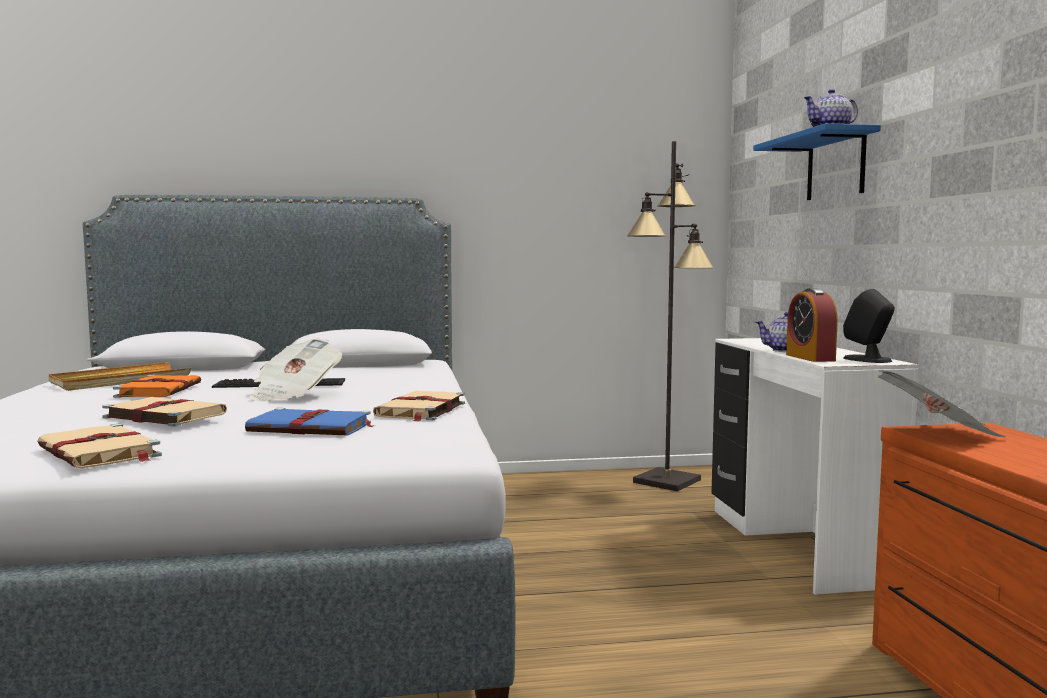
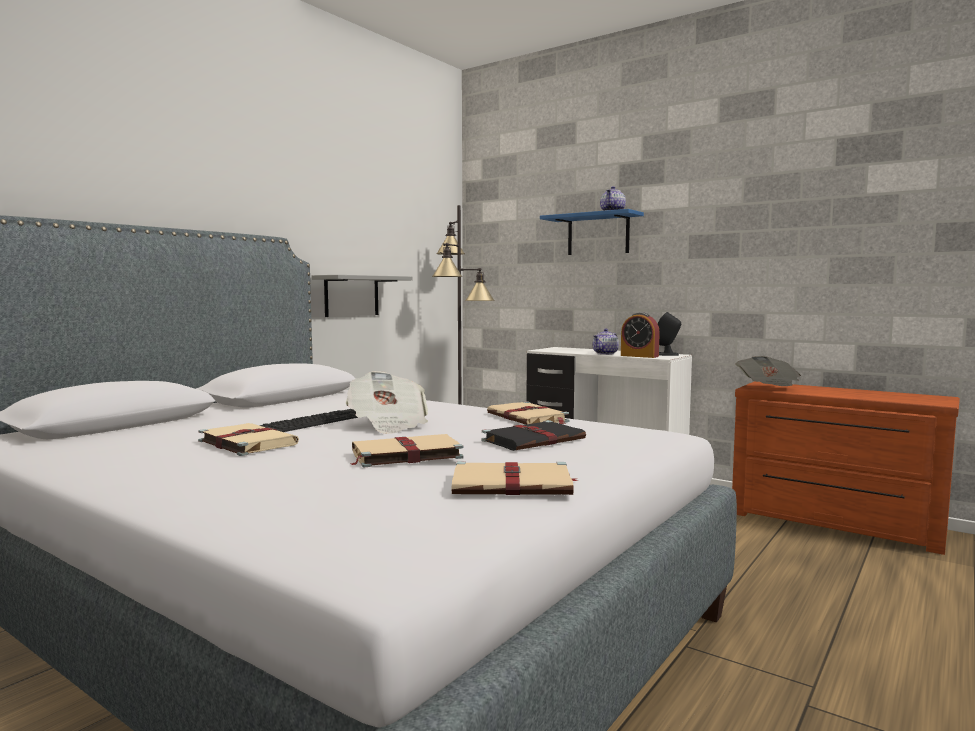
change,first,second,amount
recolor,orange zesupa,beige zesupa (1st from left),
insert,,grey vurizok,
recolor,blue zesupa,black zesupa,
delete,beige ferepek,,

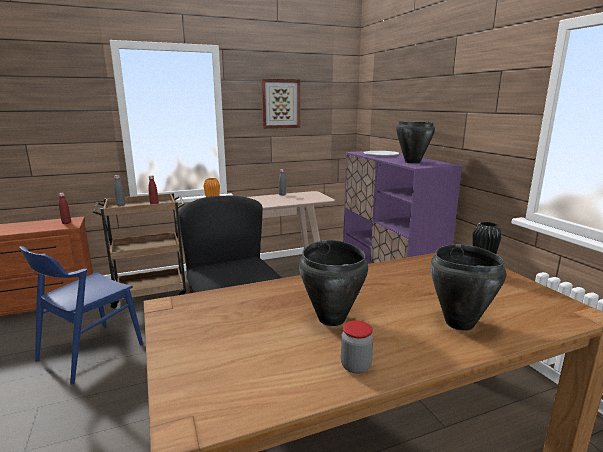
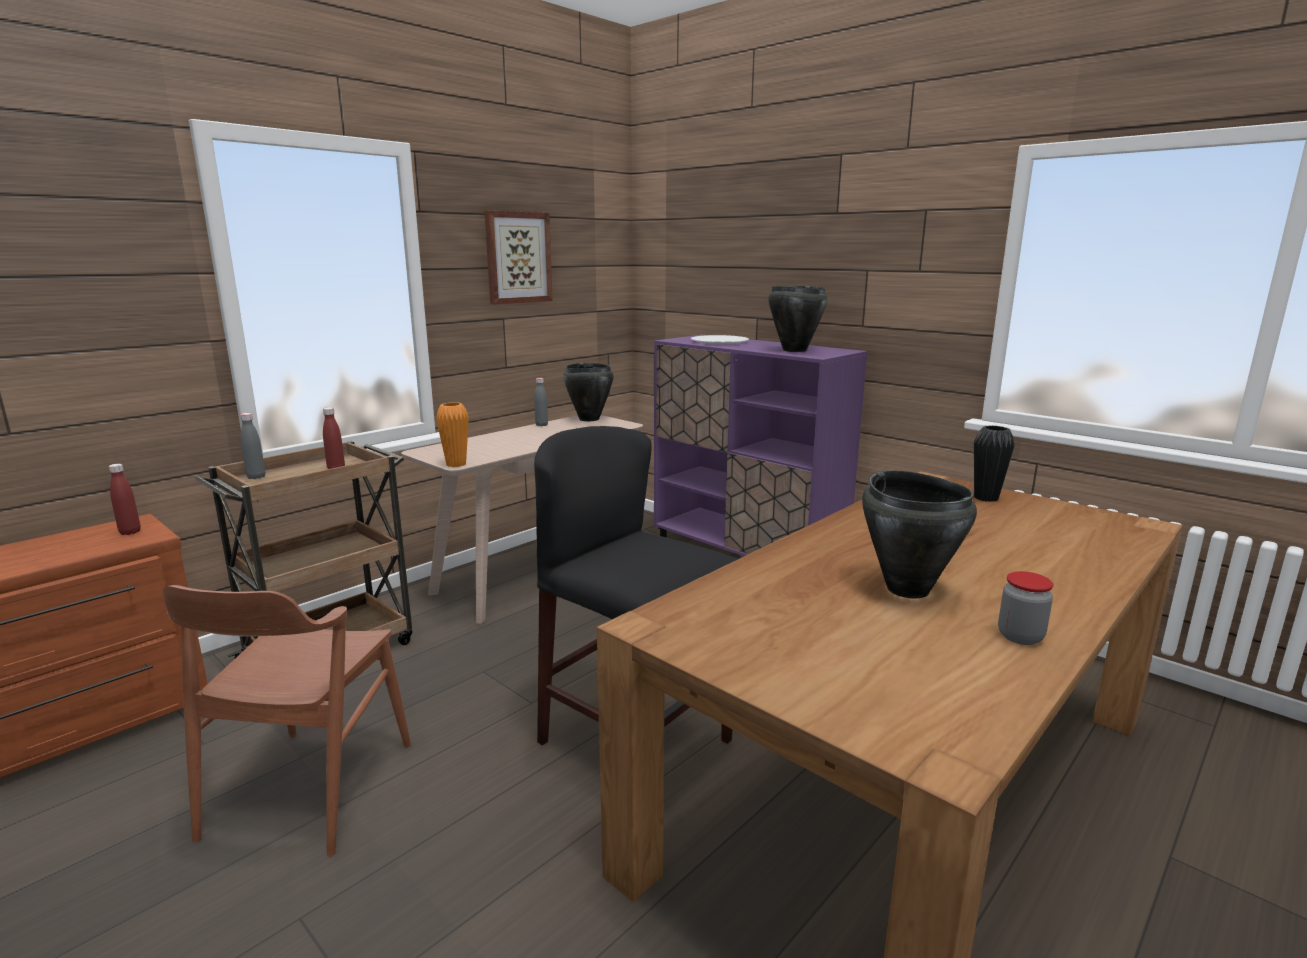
change,first,second,amount
recolor,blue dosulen,brown dosulen,
move,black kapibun (3rd from left in the first image),black kapibun (1st from left),

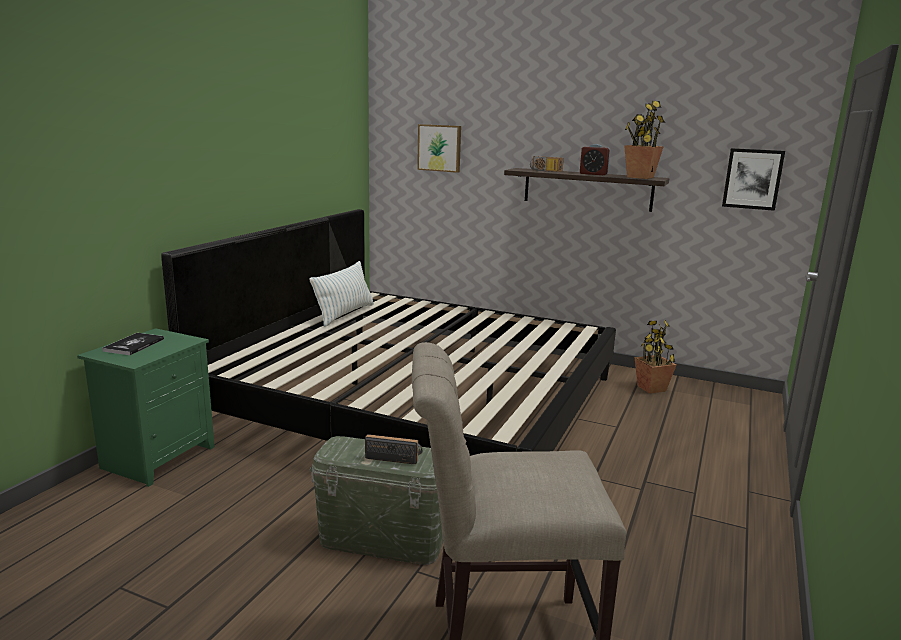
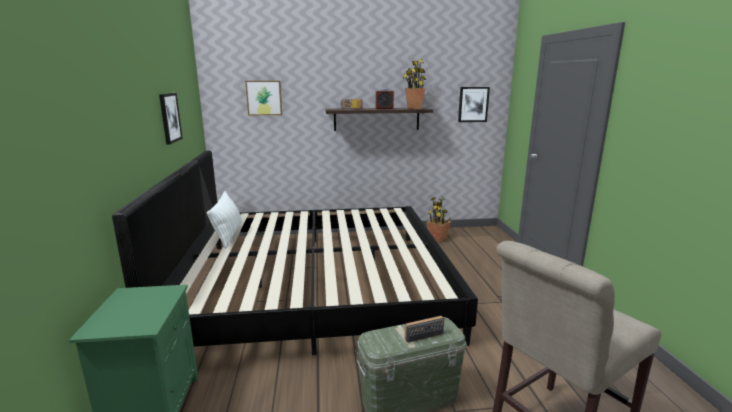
change,first,second,amount
insert,,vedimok (1st from left),
delete,zesupa,,

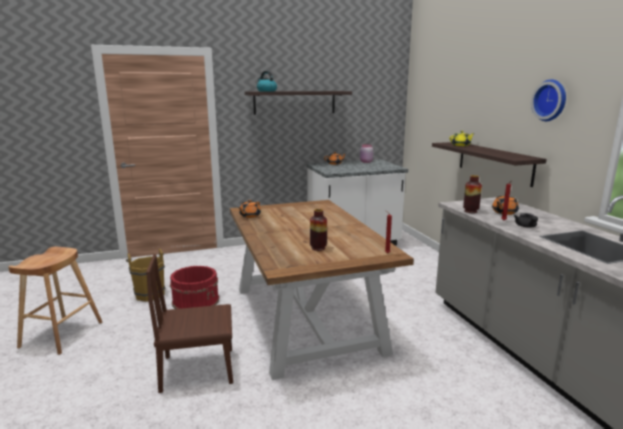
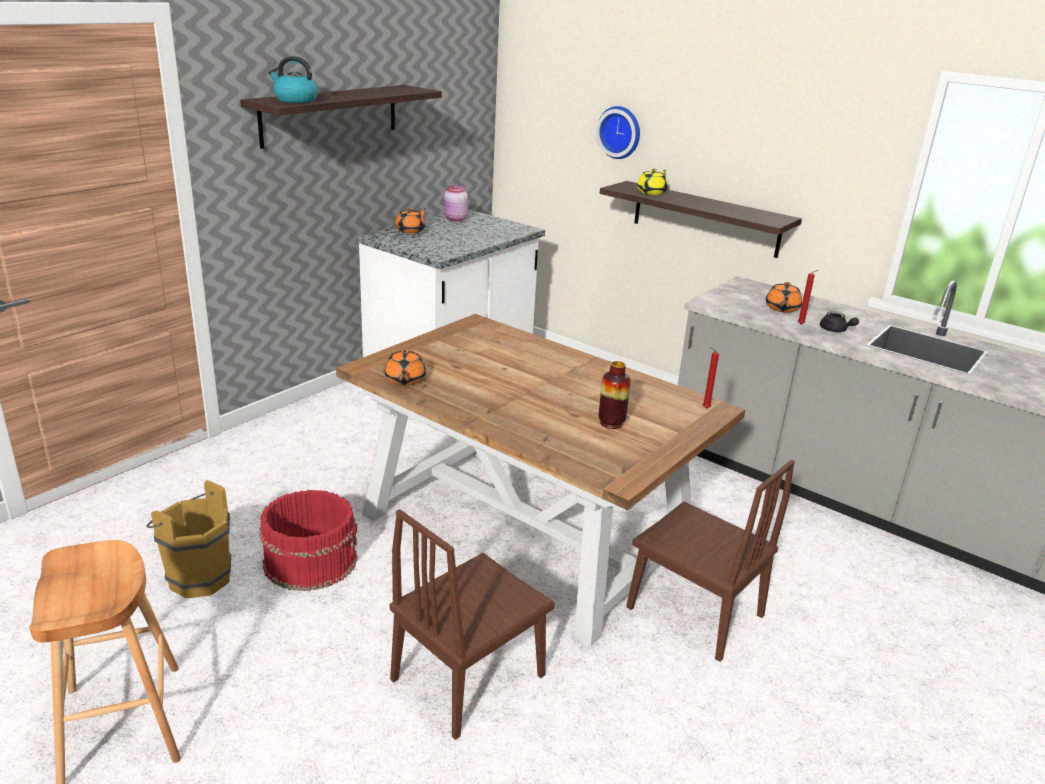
change,first,second,amount
move,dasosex,,
insert,,brown dosulen (2nd from left),
delete,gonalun (2nd from left),,

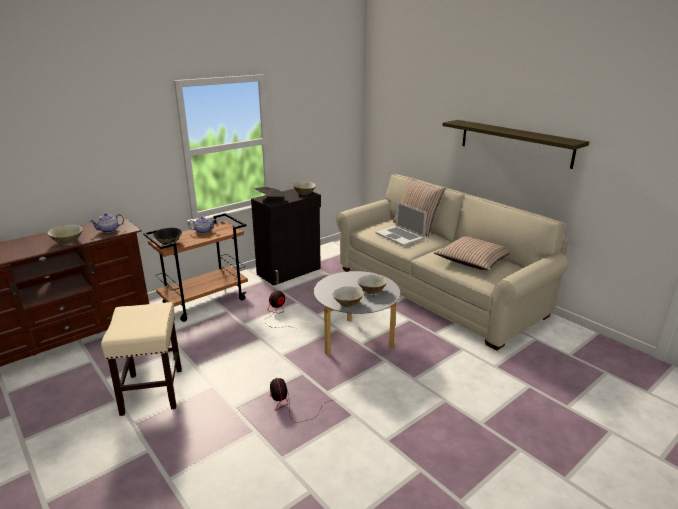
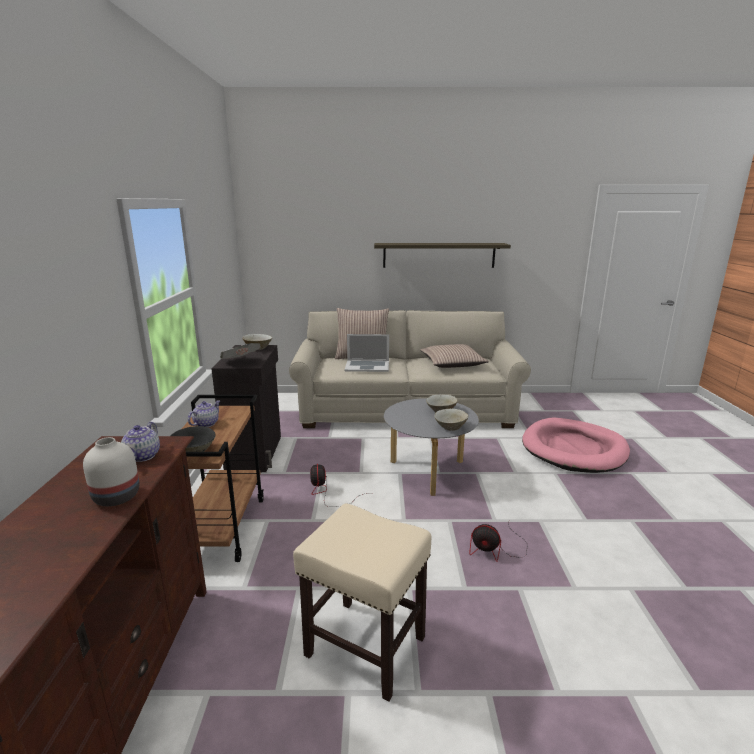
change,first,second,amount
replace,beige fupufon (1st from left),white gonalun,
insert,,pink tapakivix,

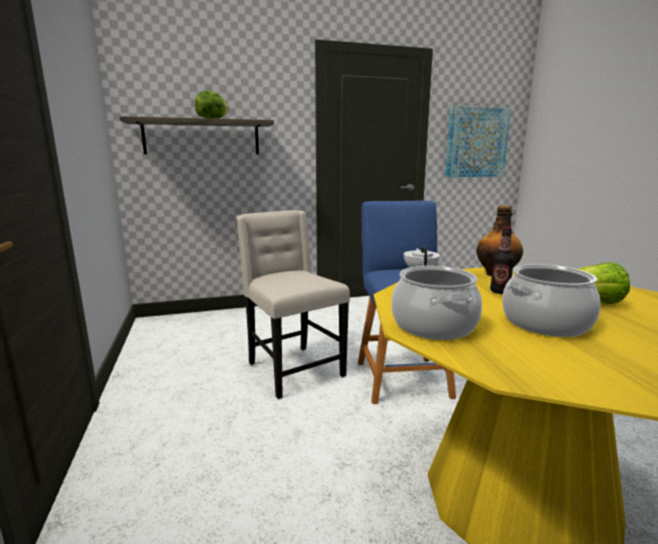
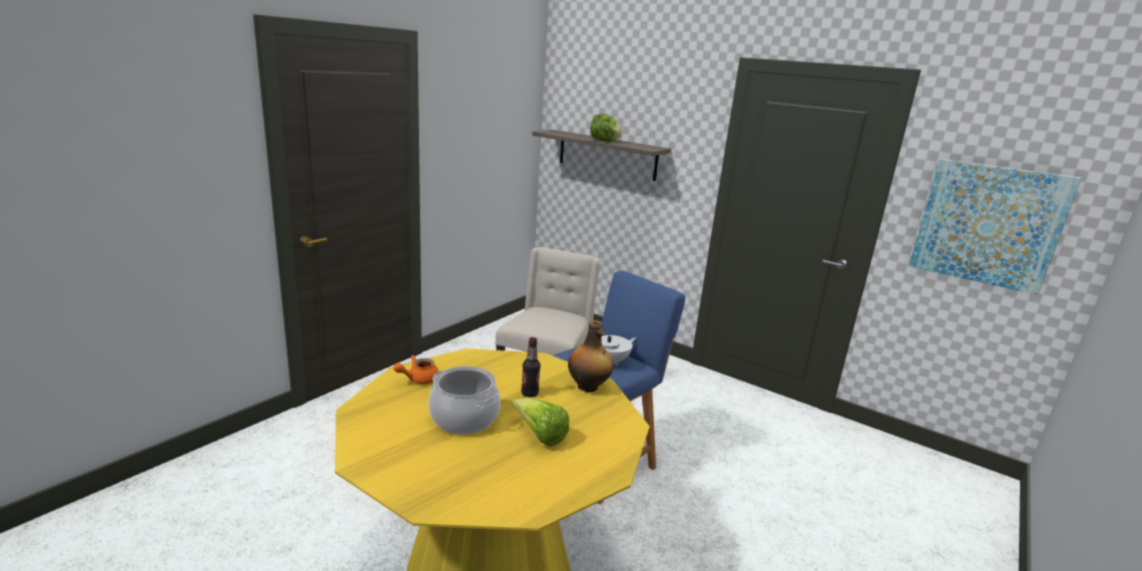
change,first,second,amount
replace,kapibun (1st from left),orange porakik,

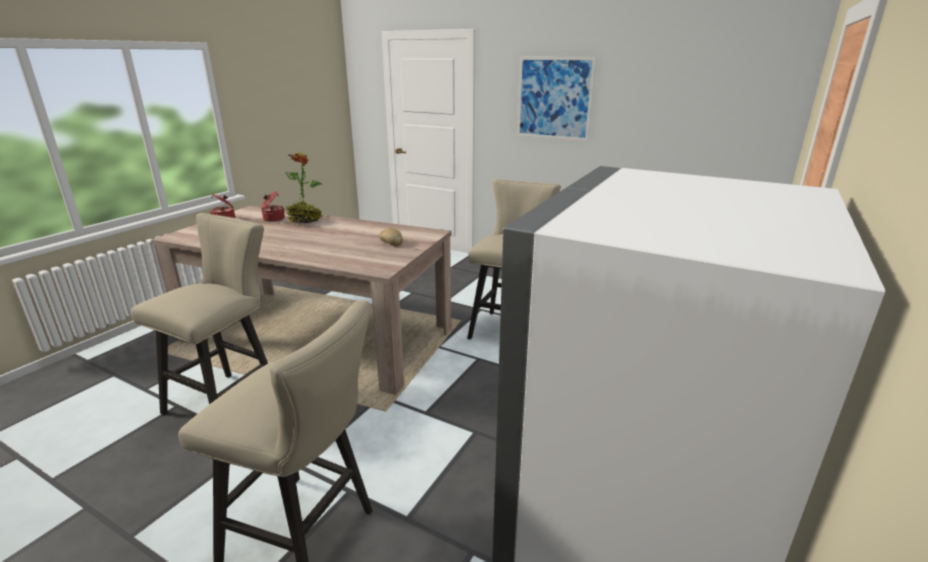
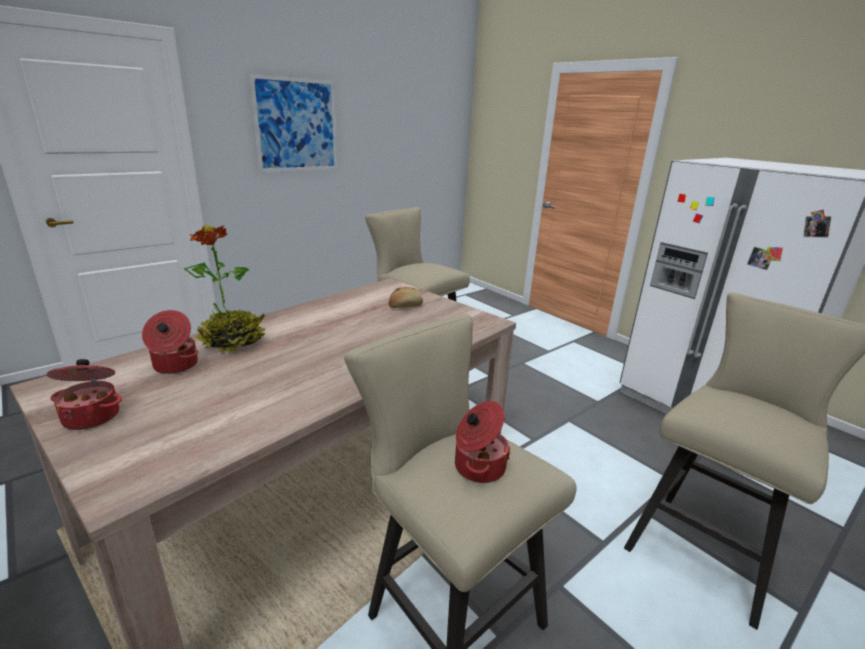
change,first,second,amount
insert,,kapibun (3rd from left),

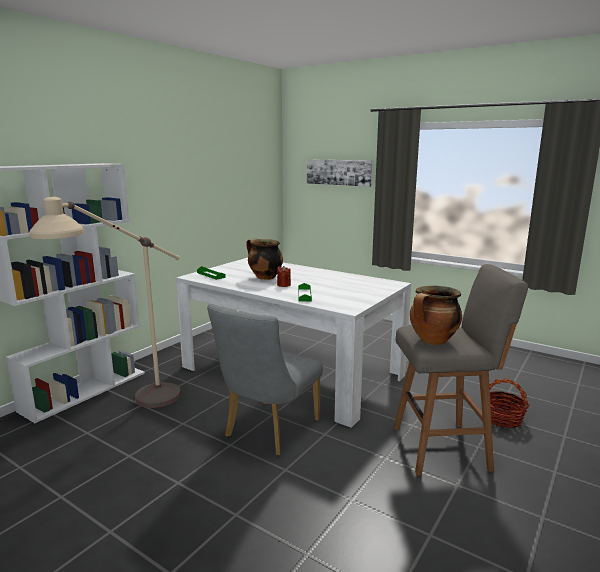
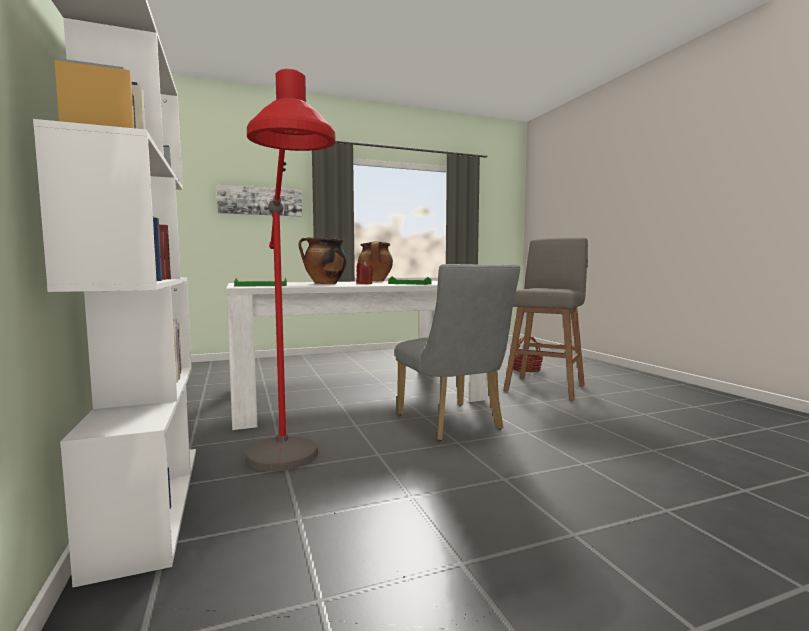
change,first,second,amount
recolor,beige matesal,red matesal,
move,kapibun (2nd from left),,

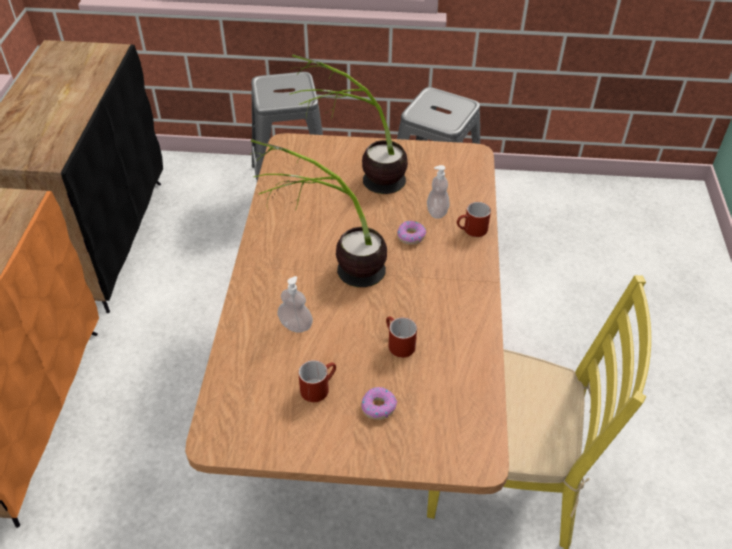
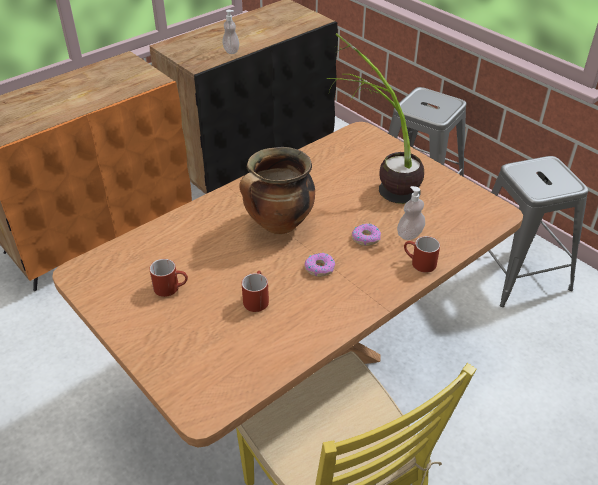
change,first,second,amount
move,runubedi (1st from left),,
replace,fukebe (1st from left),kapibun,
move,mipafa (1st from left),,

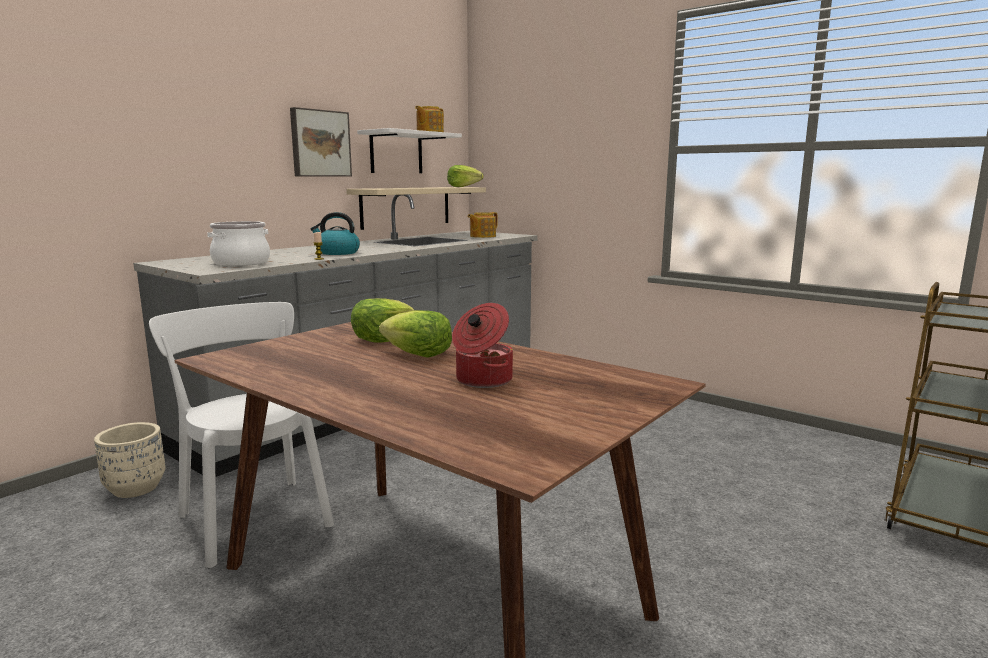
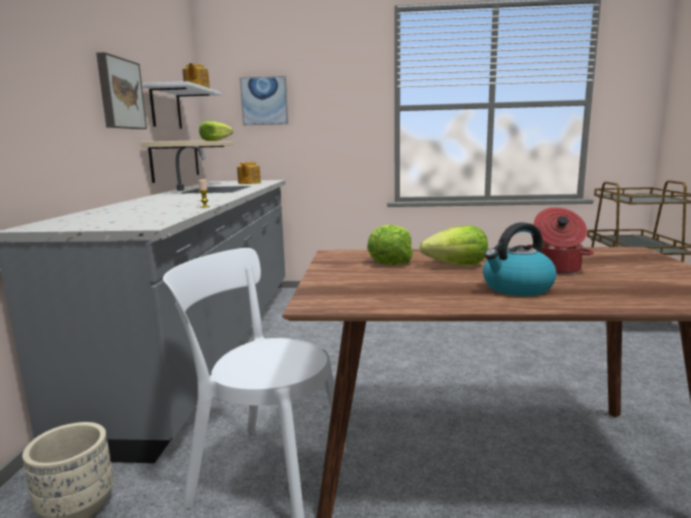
change,first,second,amount
insert,,vedimok (2nd from left),
move,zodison,,
delete,kapibun (1st from left),,

